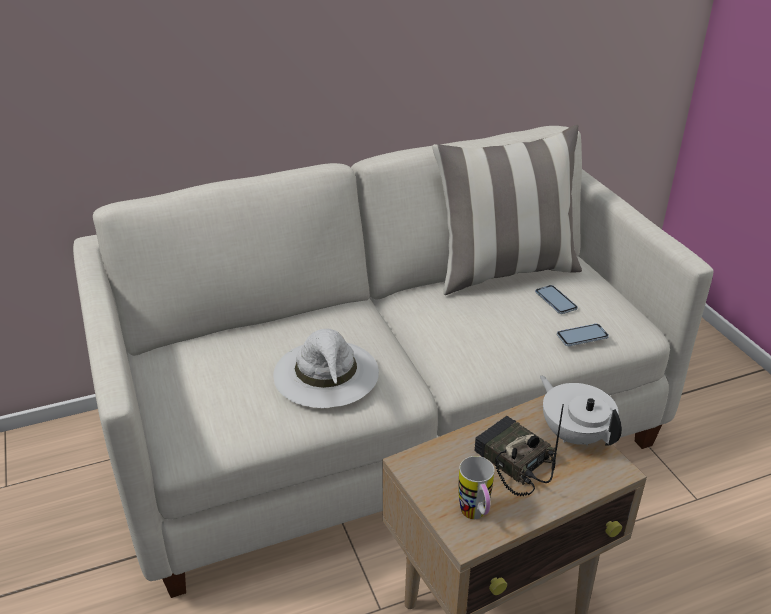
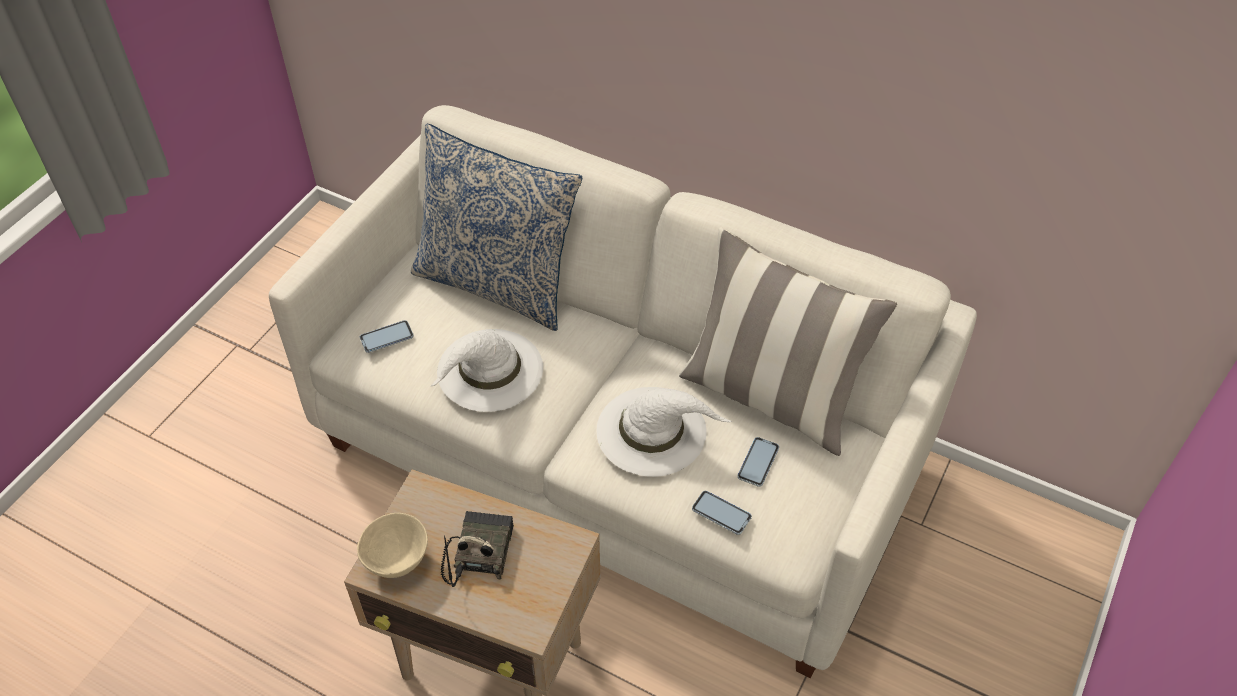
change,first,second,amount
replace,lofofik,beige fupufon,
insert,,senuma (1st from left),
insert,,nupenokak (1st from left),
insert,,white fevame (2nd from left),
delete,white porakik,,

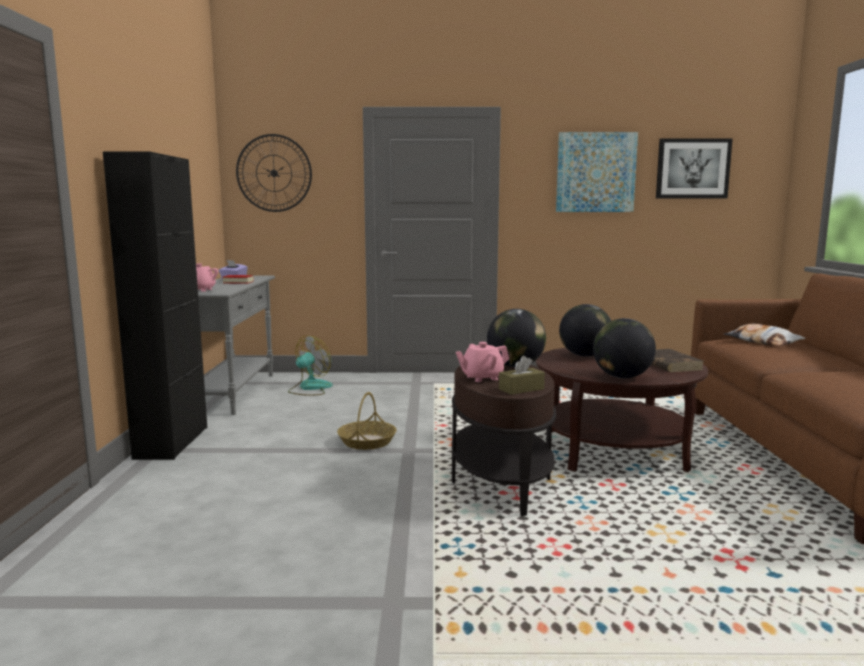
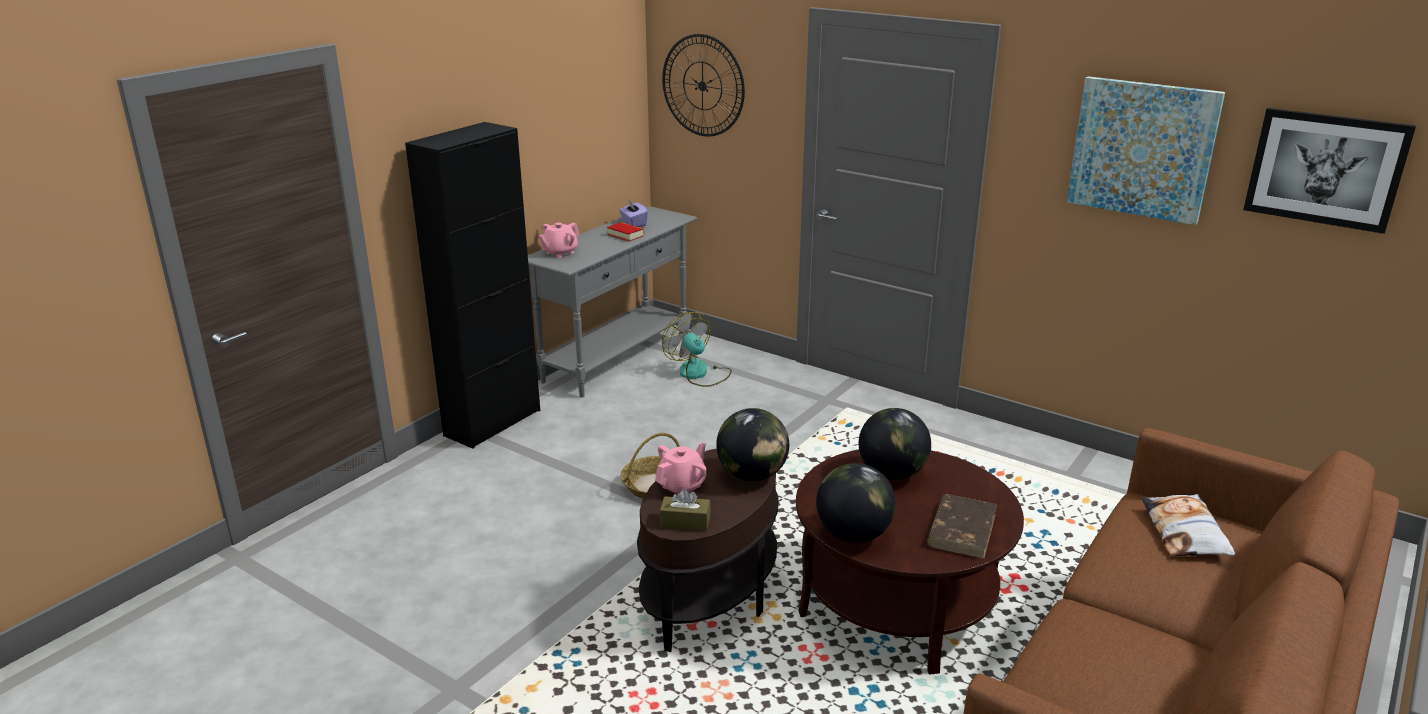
change,first,second,amount
rotate,pink porakik (2nd from left),,120 degrees clockwise
rotate,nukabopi,,105 degrees counterclockwise

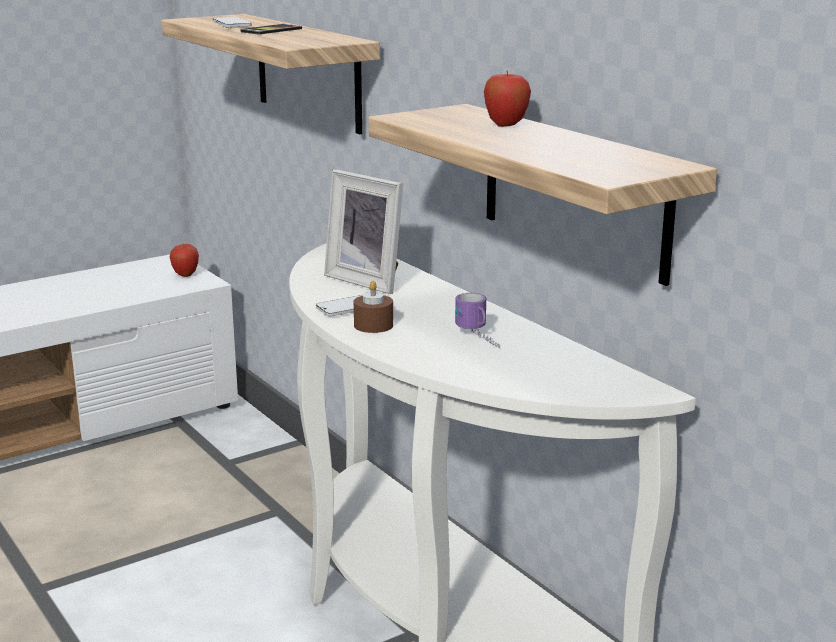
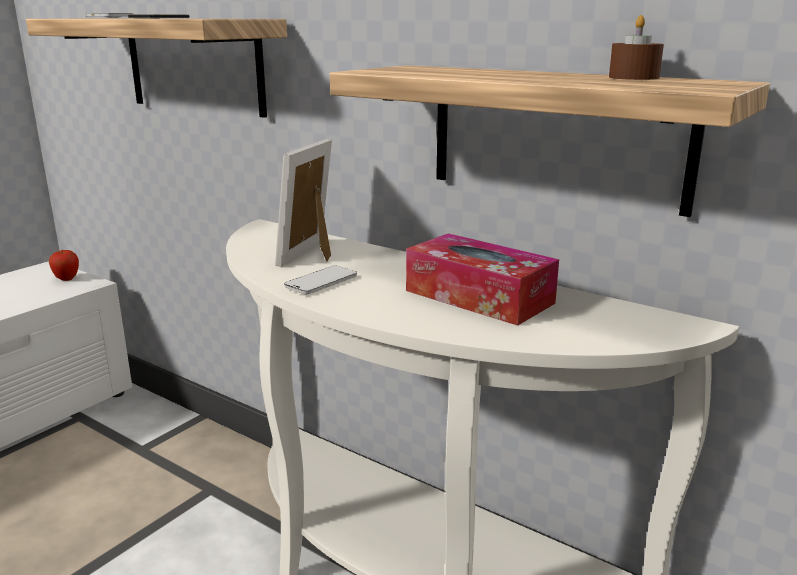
change,first,second,amount
rotate,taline,,90 degrees clockwise
replace,lofofik,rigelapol,
move,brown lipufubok,,
delete,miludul (2nd from left),,

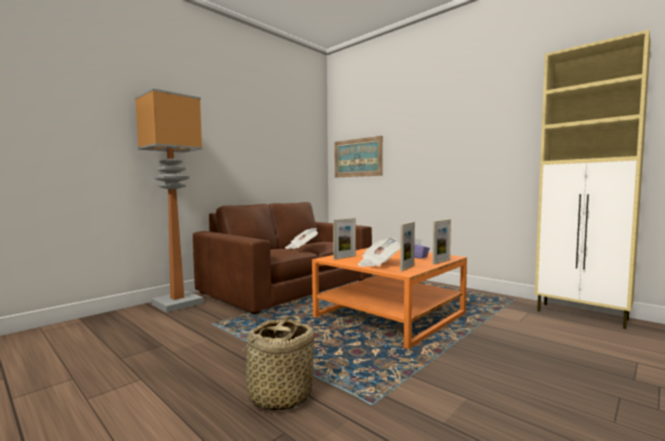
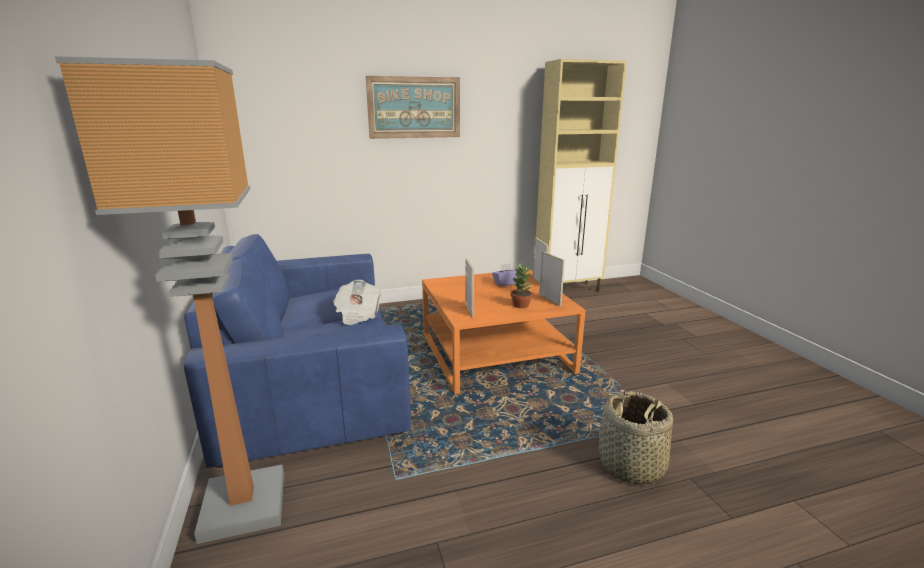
change,first,second,amount
recolor,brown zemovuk,blue zemovuk,
move,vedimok,,
replace,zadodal (2nd from left),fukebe,

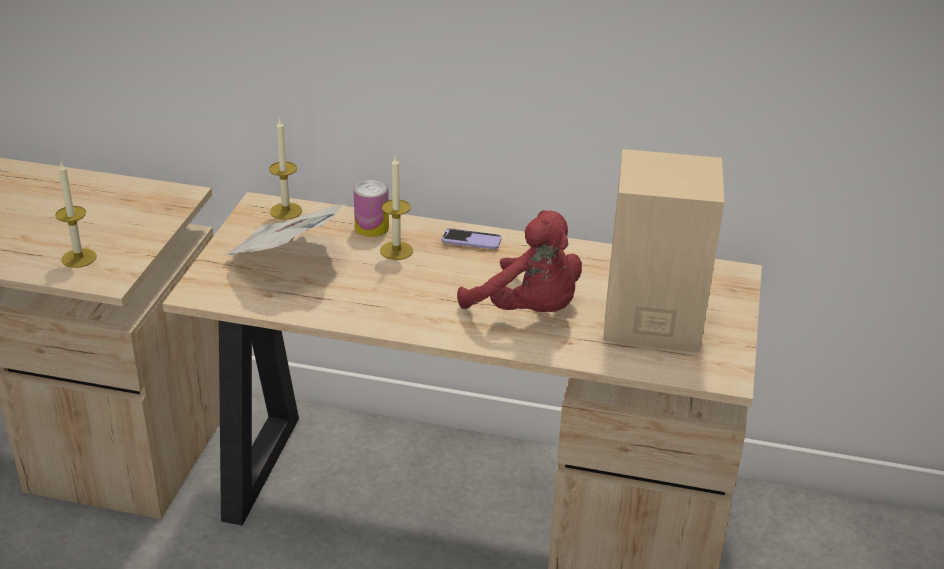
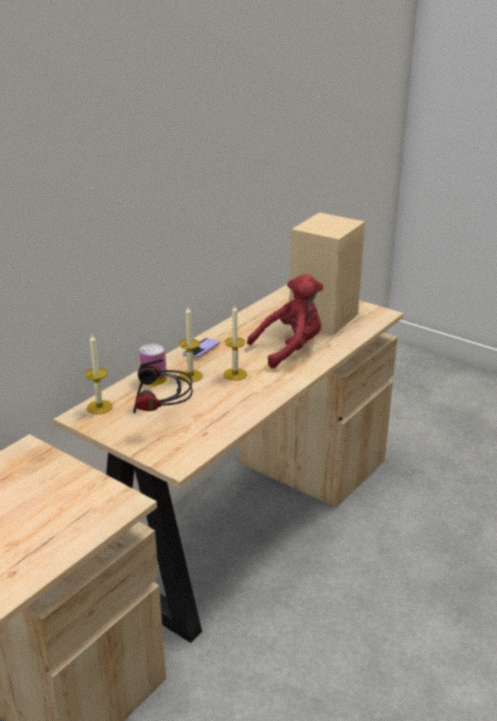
change,first,second,amount
replace,zadodal,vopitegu,
move,lipufubok (1st from left in the first image),lipufubok (3rd from left),

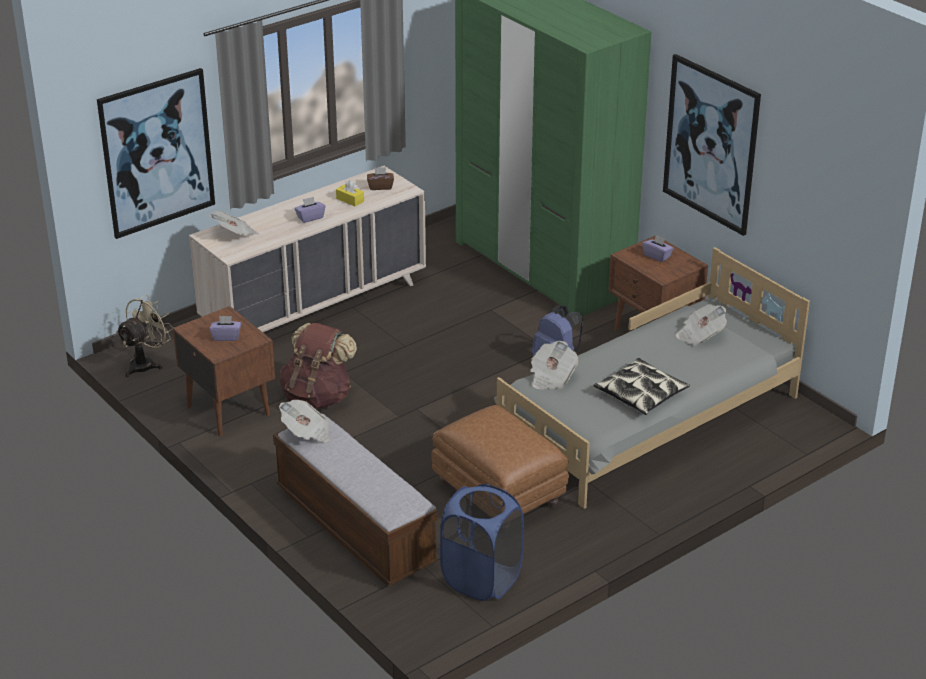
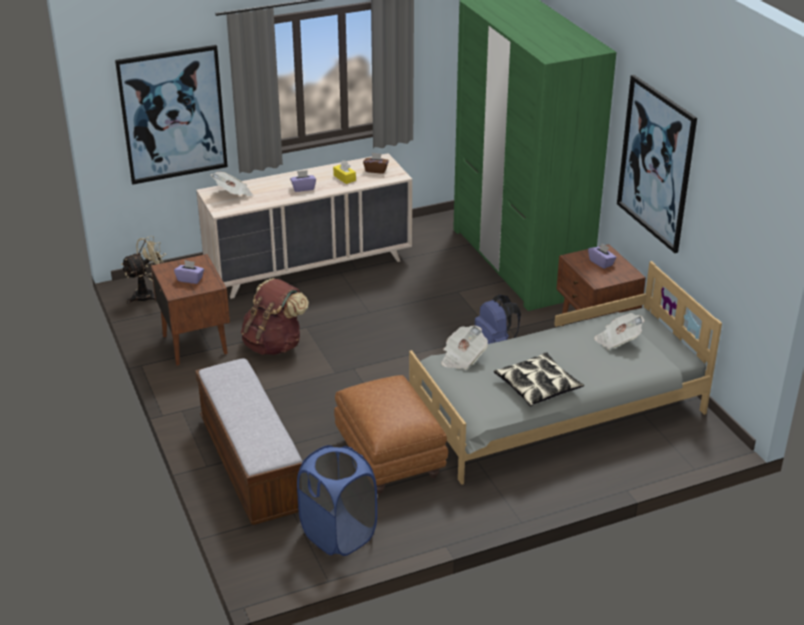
change,first,second,amount
delete,zadodal (2nd from left),,

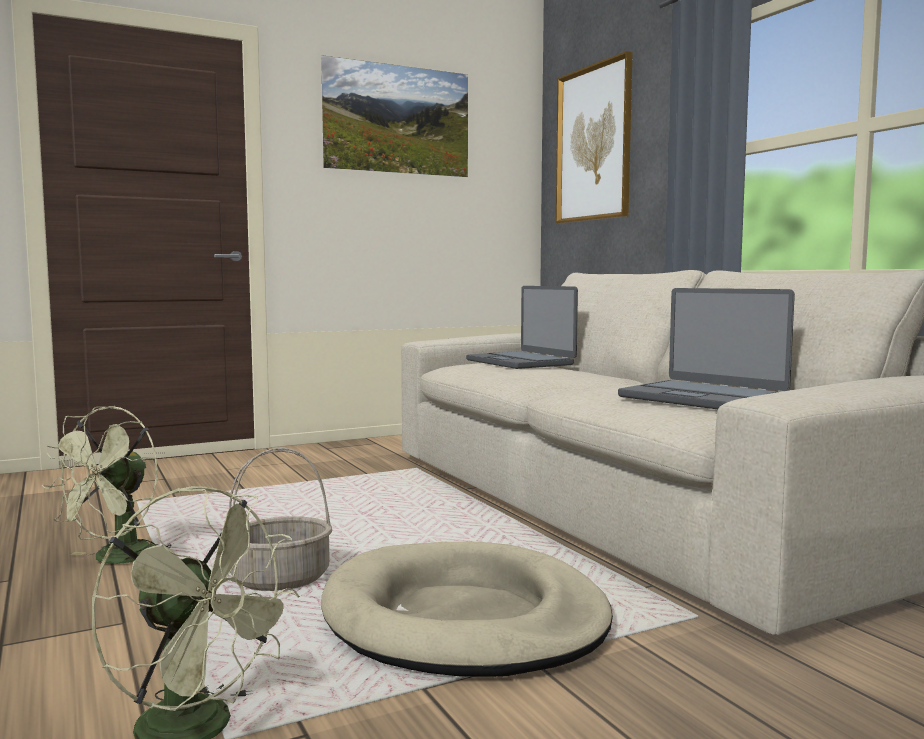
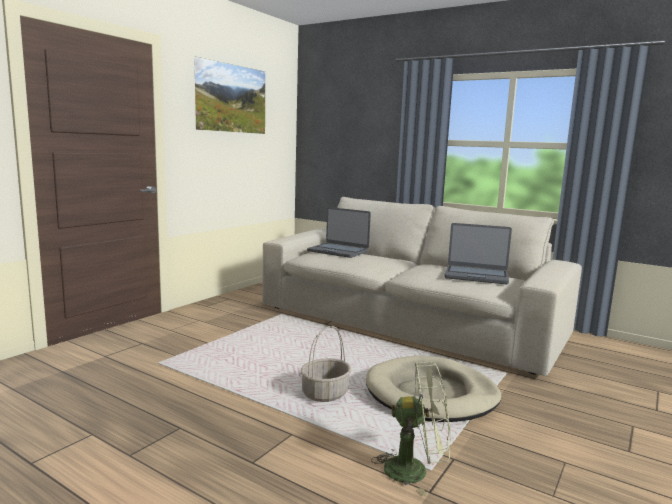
change,first,second,amount
delete,green nukabopi (1st from left),,
delete,vedimok (2nd from left),,

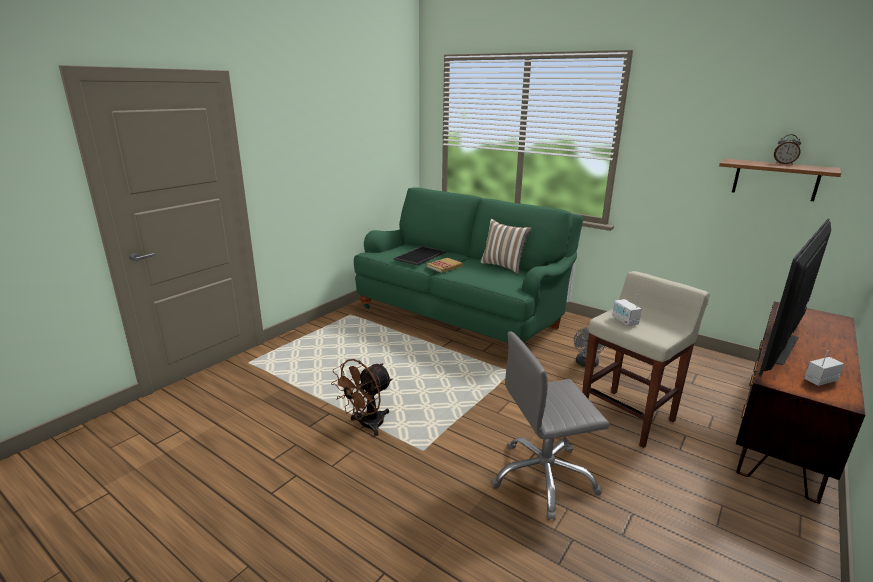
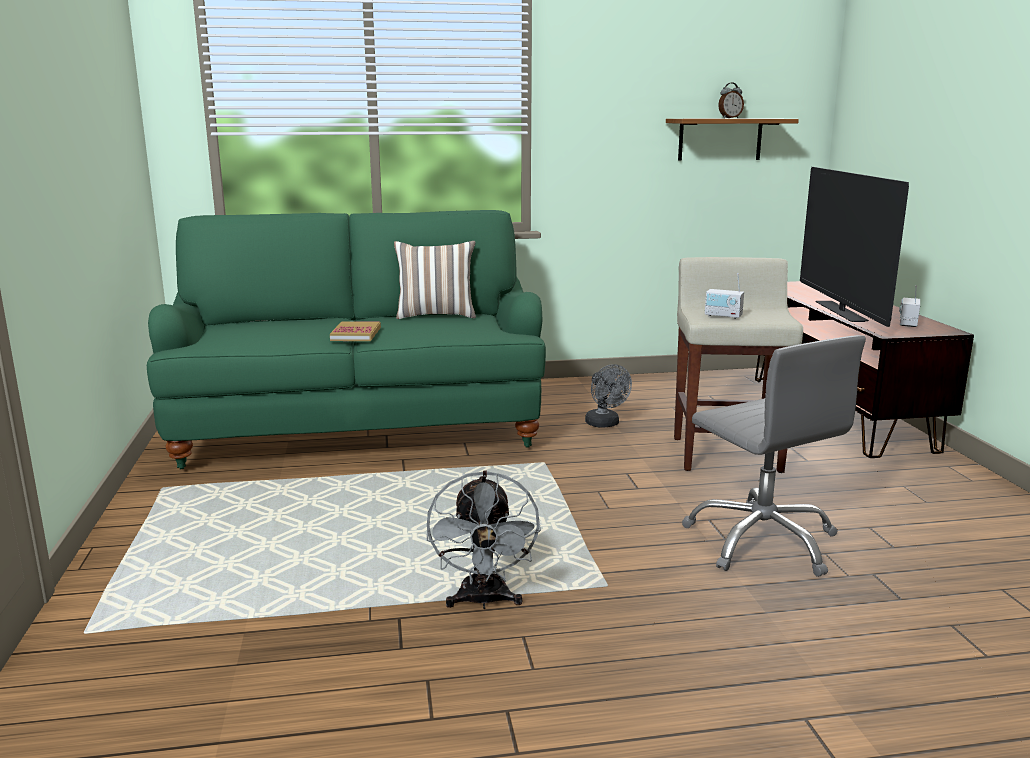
change,first,second,amount
recolor,brown nukabopi,grey nukabopi (1st from left),
rotate,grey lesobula,,60 degrees counterclockwise
delete,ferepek,,

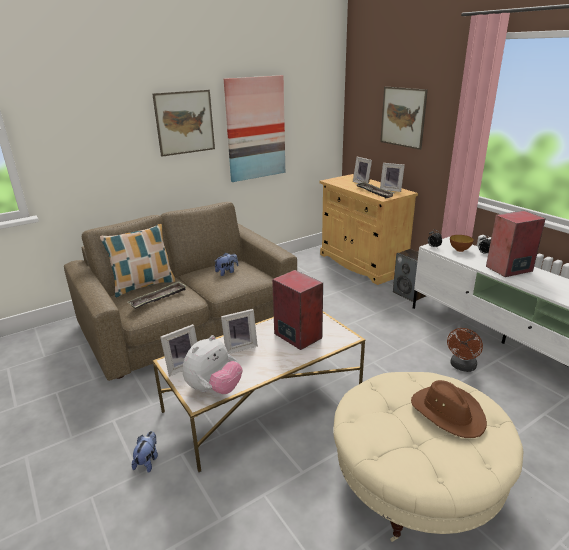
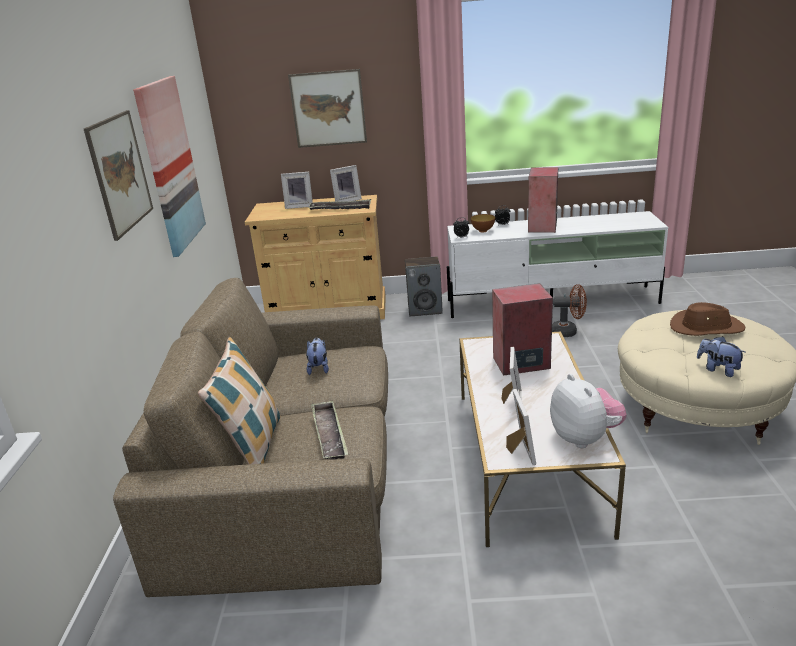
change,first,second,amount
rotate,brown nukabopi,,60 degrees counterclockwise
move,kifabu (1st from left in the first image),kifabu (3rd from left),

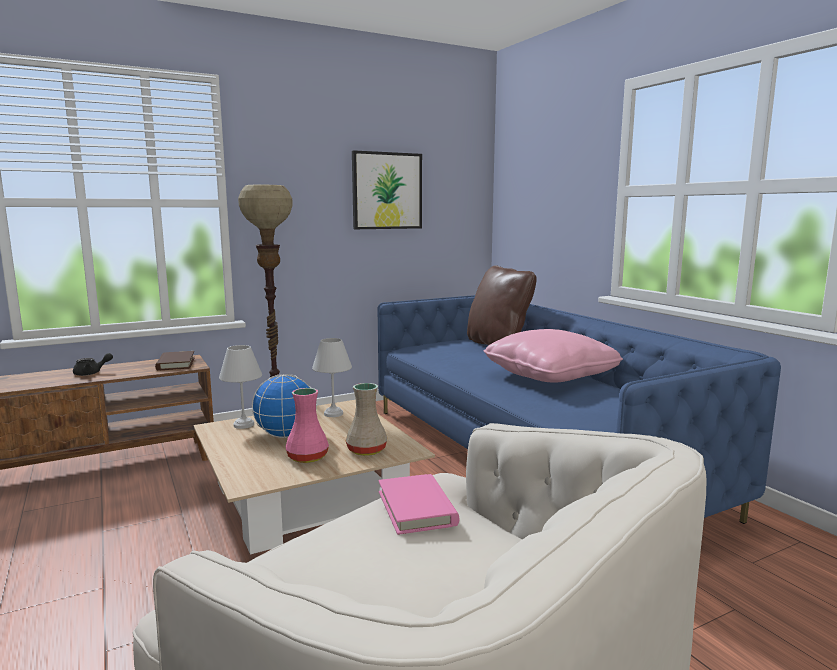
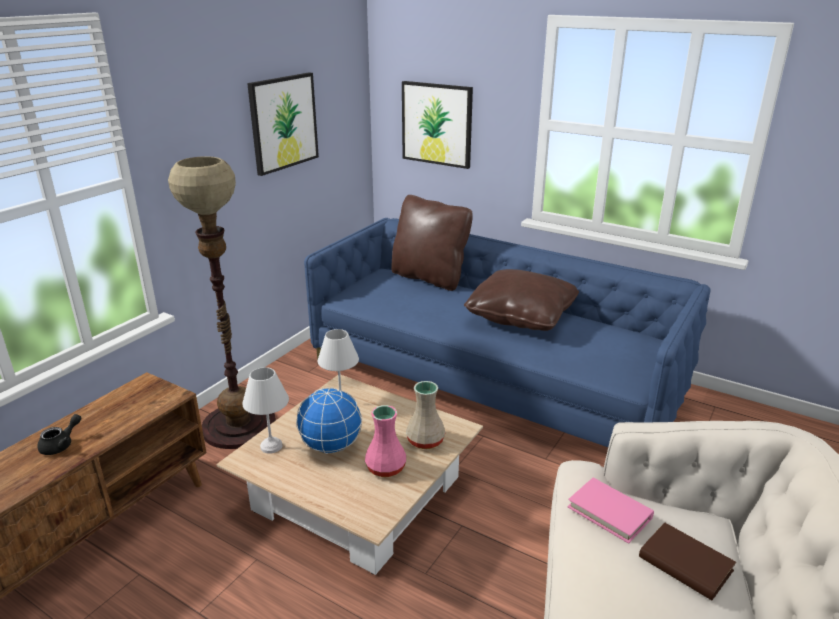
change,first,second,amount
insert,,vedimok (2nd from left),
recolor,pink nupenokak,brown nupenokak (2nd from left),
move,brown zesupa,,

